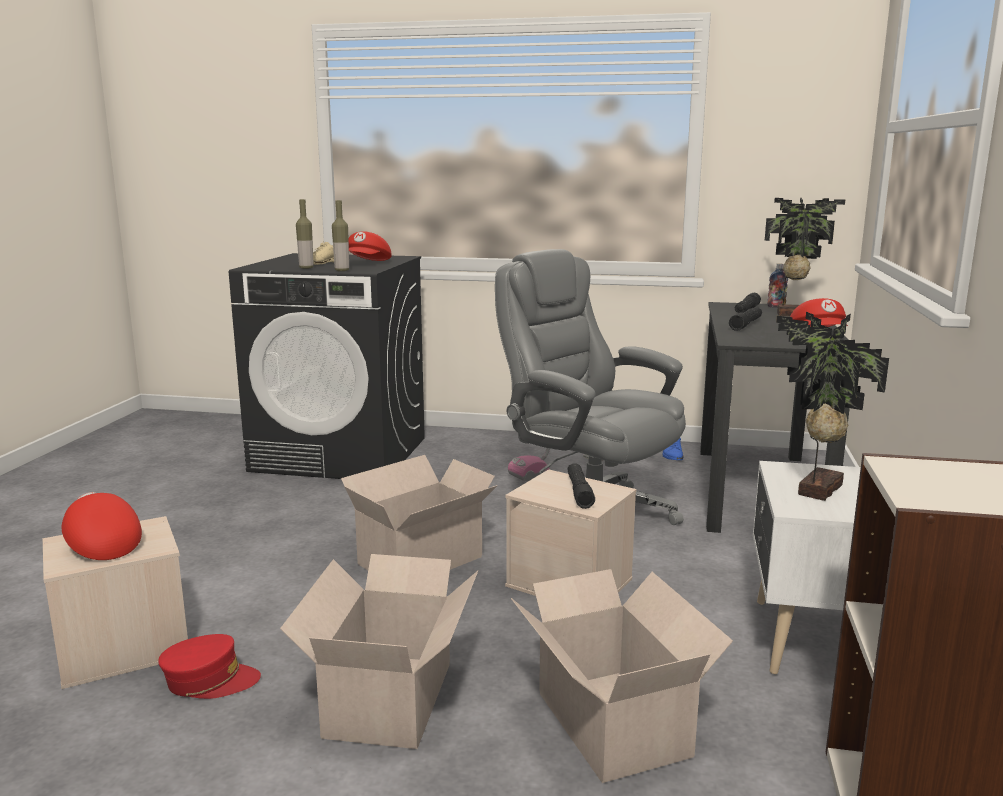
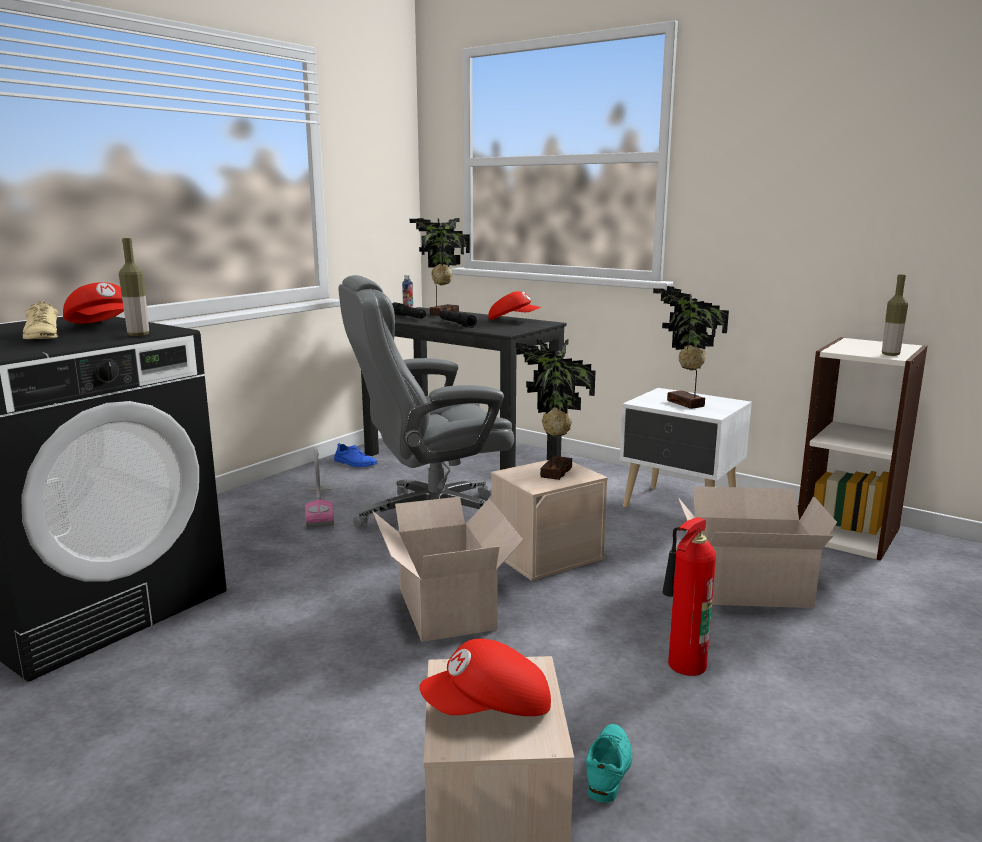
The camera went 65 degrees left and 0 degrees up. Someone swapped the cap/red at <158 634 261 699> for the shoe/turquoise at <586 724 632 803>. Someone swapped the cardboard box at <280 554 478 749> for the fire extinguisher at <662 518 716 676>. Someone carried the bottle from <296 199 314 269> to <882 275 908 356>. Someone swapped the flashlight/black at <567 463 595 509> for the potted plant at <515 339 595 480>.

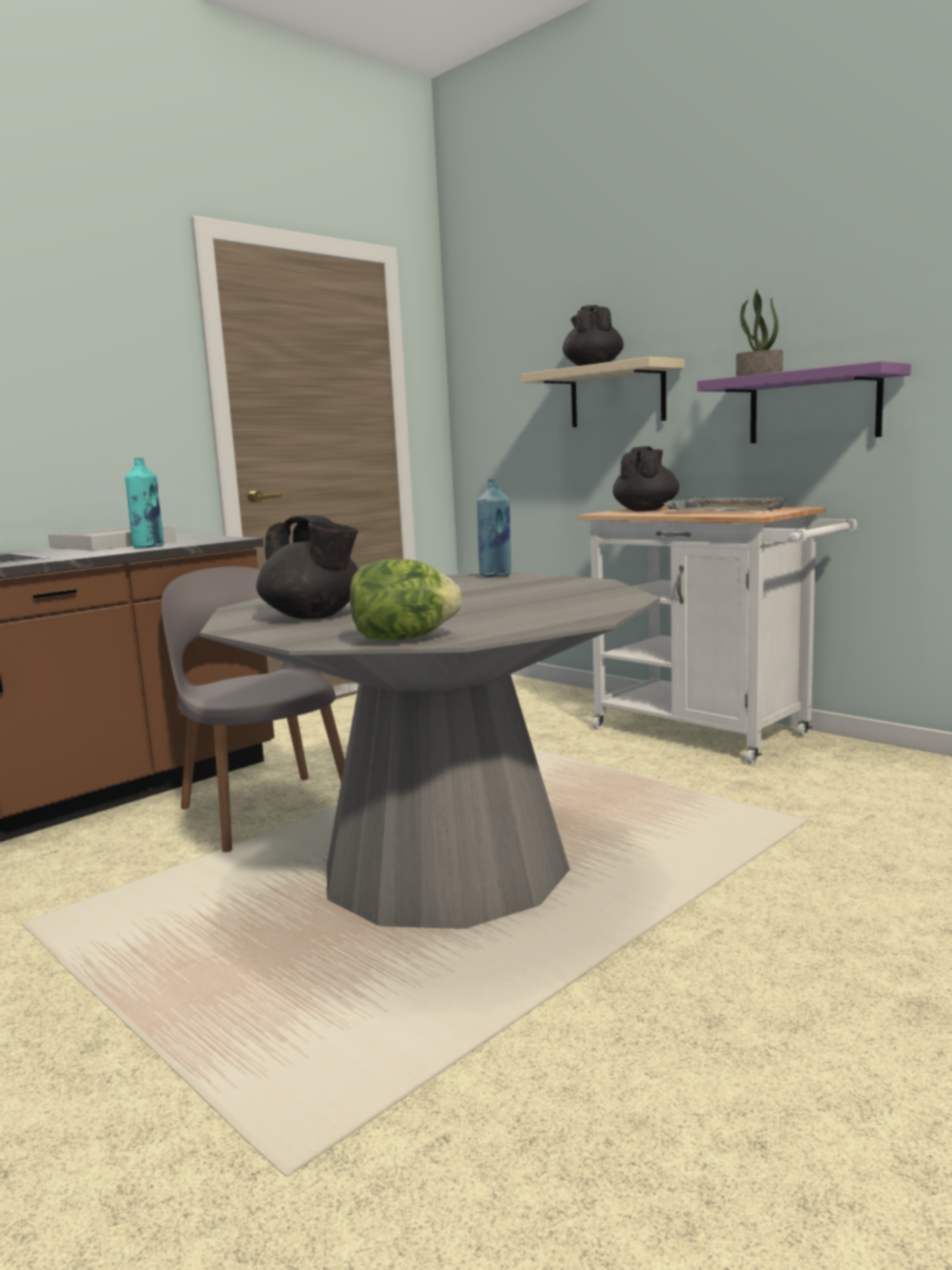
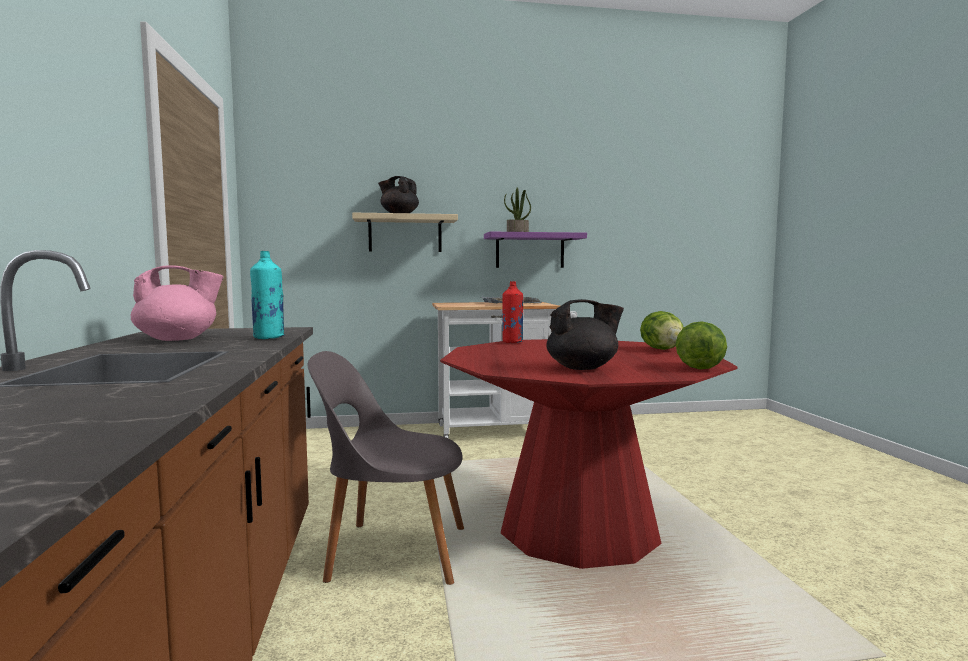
The camera went 55 degrees left and 5 degrees down. Someone swapped the tray/white at <48 526 176 551> for the teapot/pink at <131 265 223 341>. Someone repainted the dining table/grey at <200 573 660 929>, which became the dining table/red at <440 339 738 569>. Someone repainted the bottle/blue at <477 479 511 577>, which became the bottle/red at <502 281 523 343>. Someone took away the teapot/black at <613 446 679 511>. Someone put down the lettuce at <640 311 683 350>.

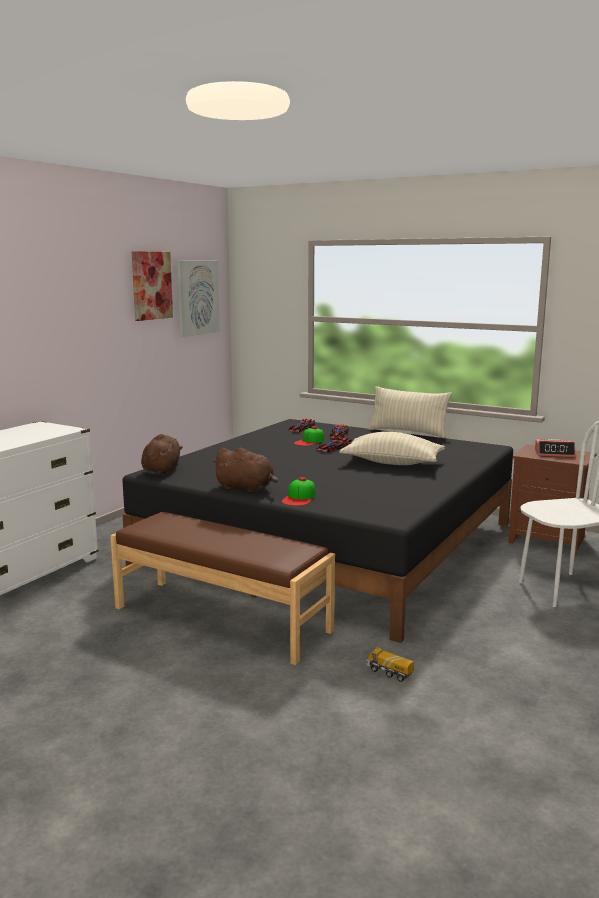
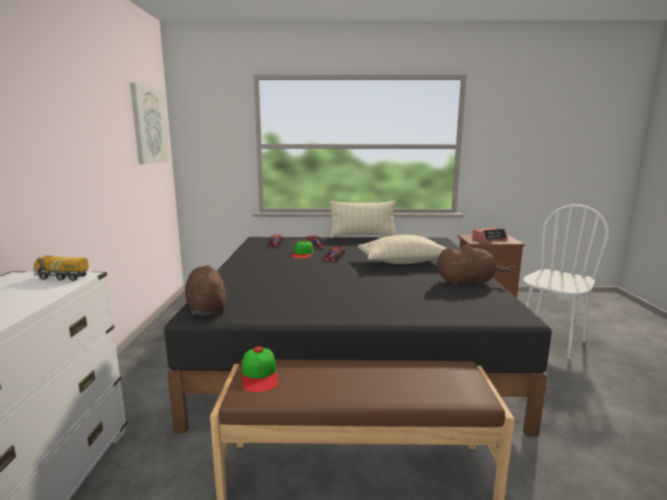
The camera went 30 degrees left and 0 degrees up. Someone took away the picture at <131 251 173 321>. Someone carried the plush toy/brown from <212 448 278 493> to <438 245 510 286>. Someone carried the cap from <282 477 316 506> to <242 347 279 393>. Someone carried the toy truck from <366 647 414 682> to <33 255 89 281>.

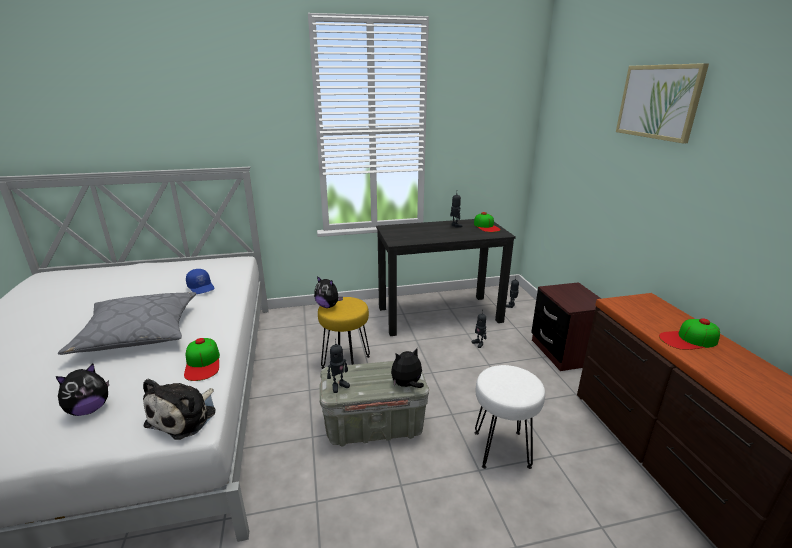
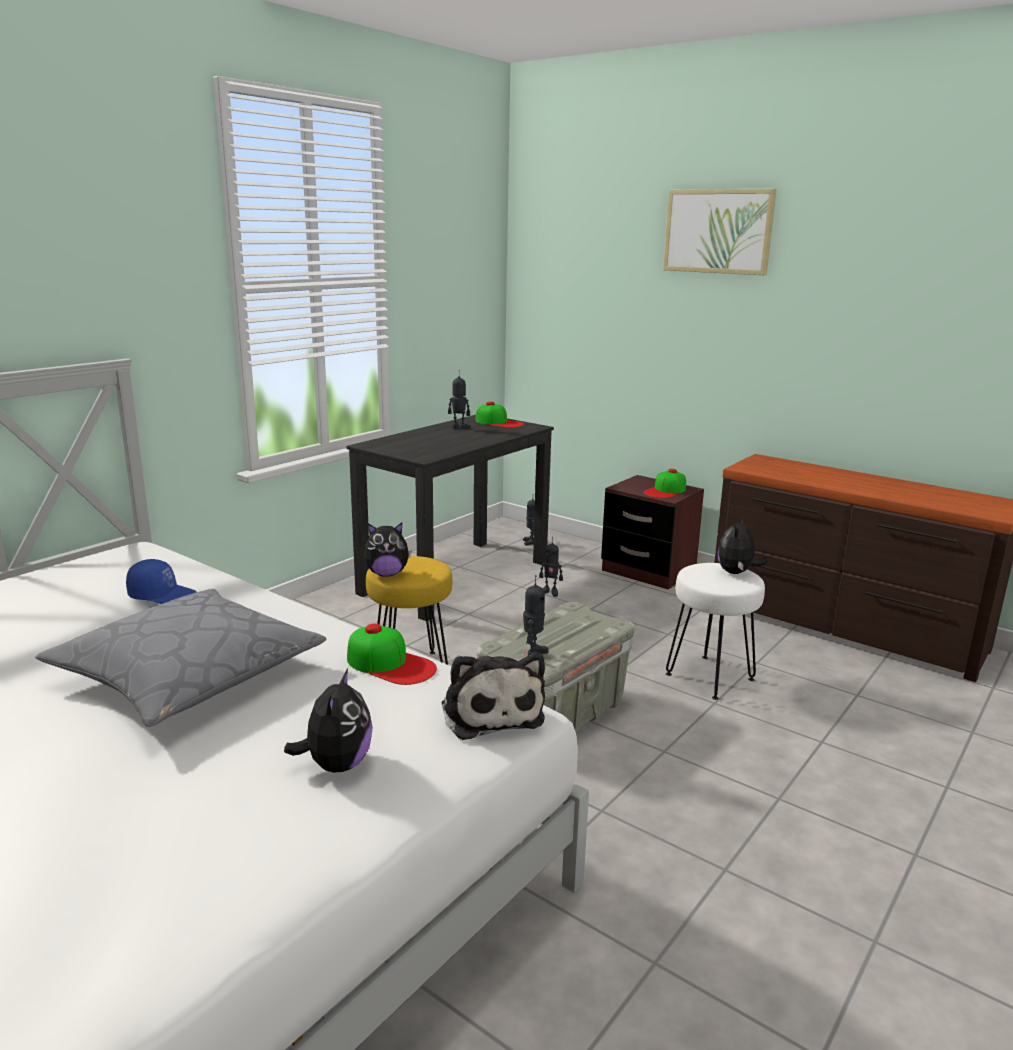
The camera went 40 degrees left and 5 degrees down. Someone carried the plush toy from <391 348 424 388> to <718 517 768 574>. Someone carried the cap from <659 318 720 350> to <643 469 686 498>.

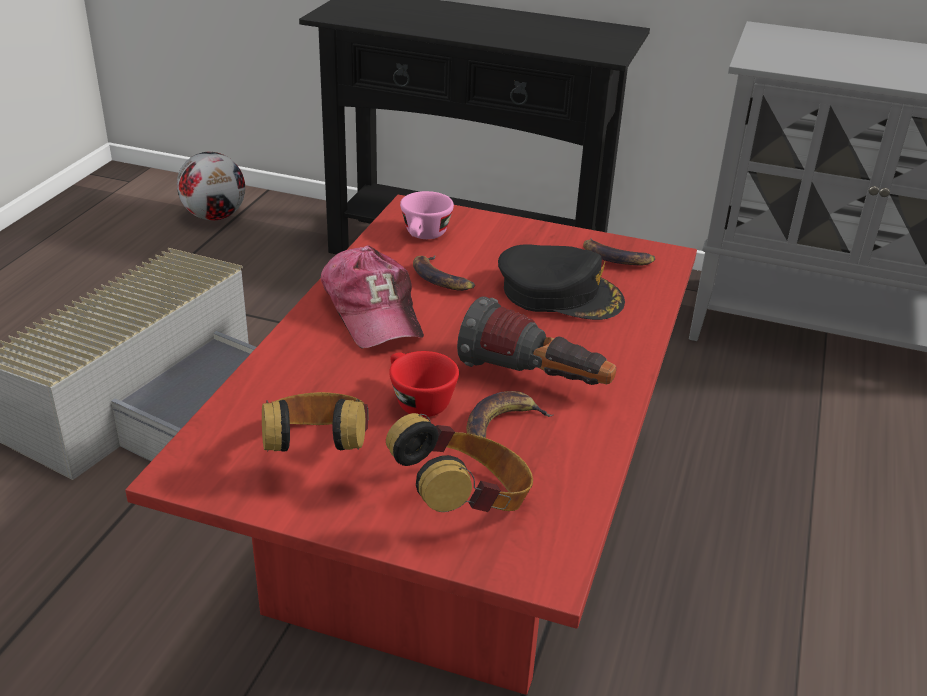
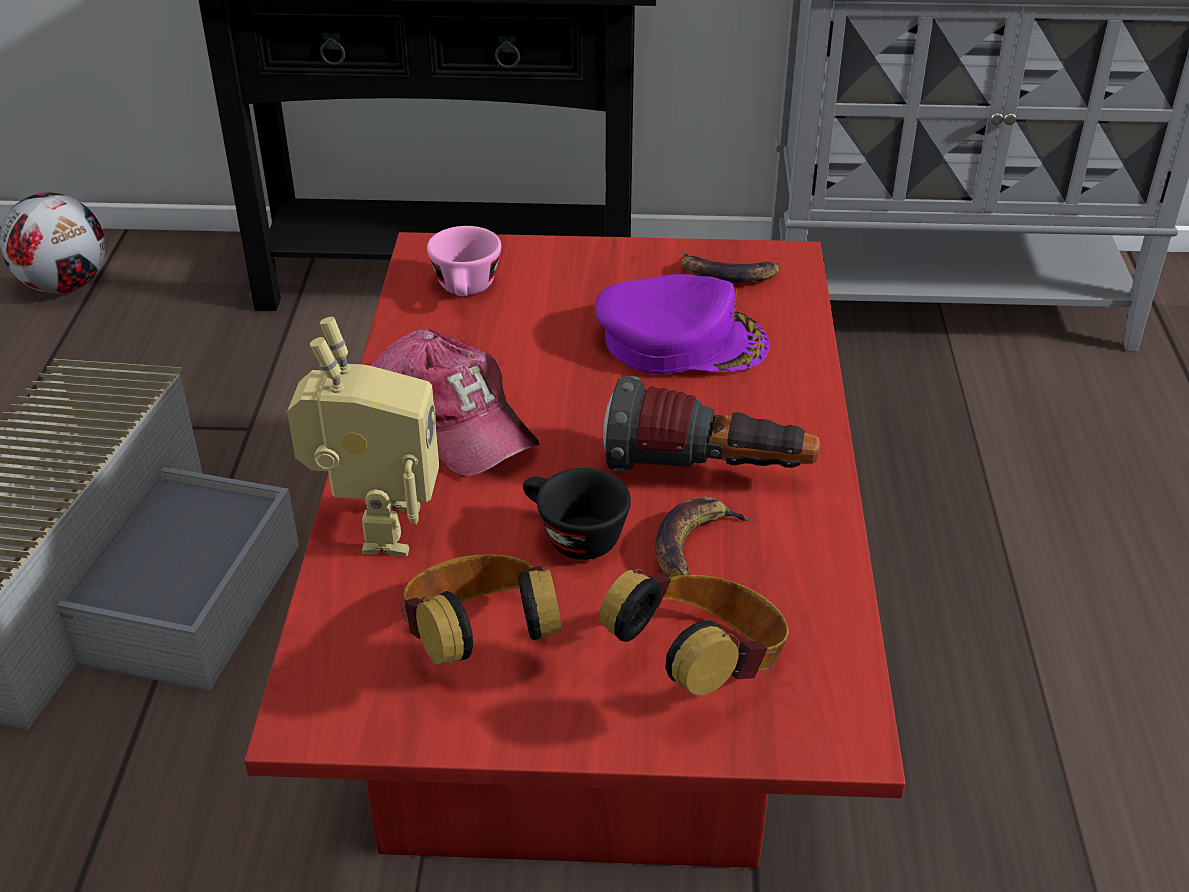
The camera went 15 degrees left and 5 degrees up. Someone repainted the cup/red at <389 351 459 417>, which became the cup/black at <523 468 631 560>. Someone took away the banana at <413 255 475 291>. Someone repainted the cap/black at <498 244 625 320>, which became the cap/purple at <595 274 770 374>. Someone put down the toy robot at <287 317 439 557>.

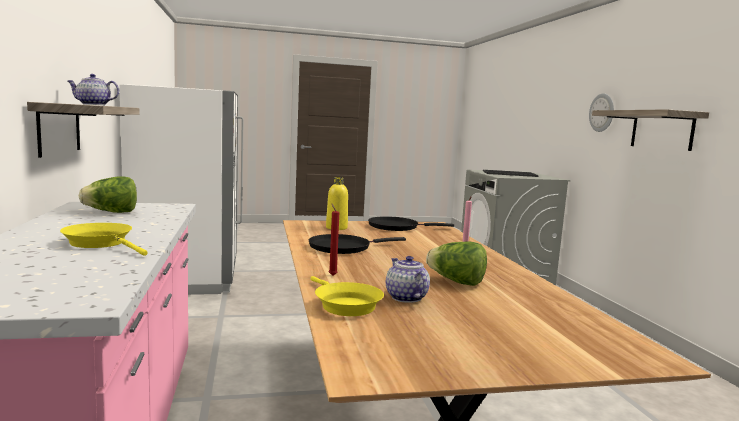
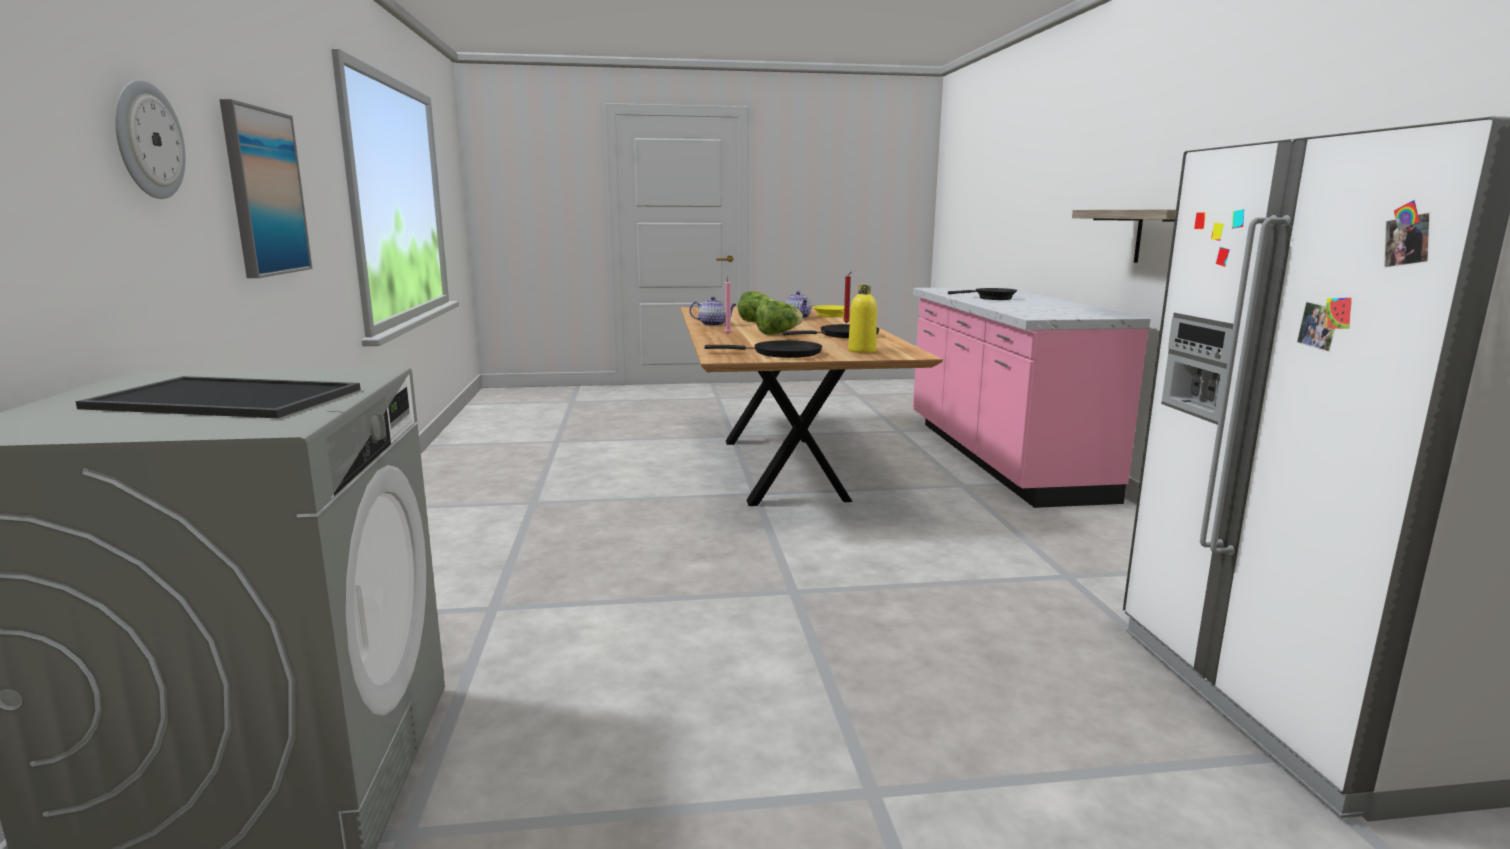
The camera went 175 degrees left and 5 degrees up. Someone repainted the frying pan/yellow at <60 223 148 256>, which became the frying pan/black at <948 288 1017 300>. Someone carried the teapot from <68 74 119 105> to <689 297 736 326>. Someone carried the lettuce from <79 176 137 213> to <756 301 803 335>. Someone swapped the shelf at <592 109 709 151> for the picture at <219 99 313 278>.

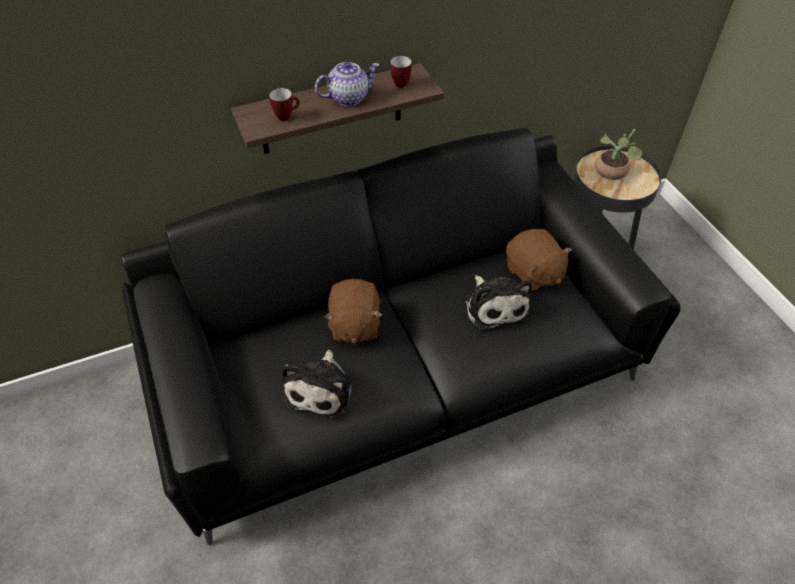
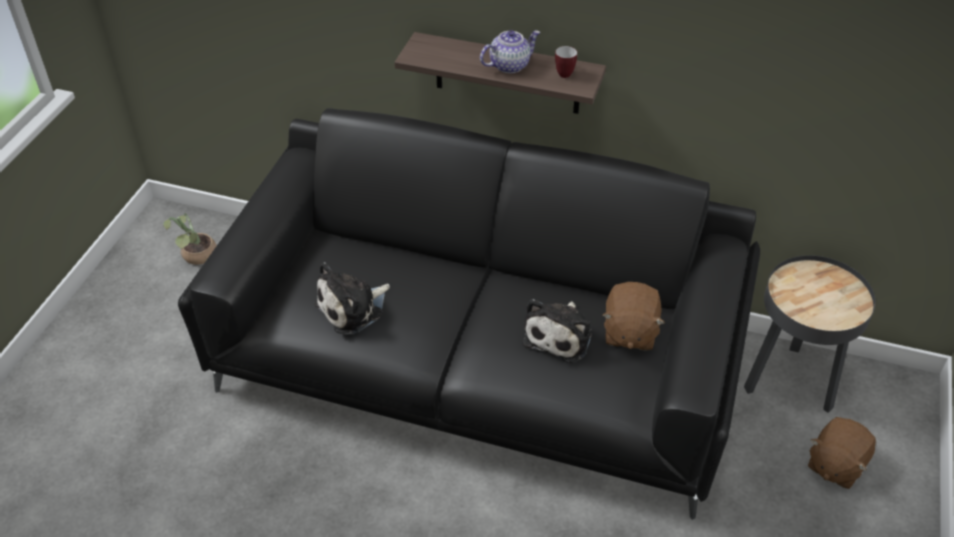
The camera went 40 degrees right and 5 degrees down. Someone took away the mug at <269 88 299 121>. Someone rotated the teapot at <315 62 380 106> by 45 degrees counterclockwise. Someone carried the plush toy/brown from <324 279 382 344> to <808 417 876 489>. Someone carried the potted plant from <595 129 642 180> to <163 213 216 265>.

